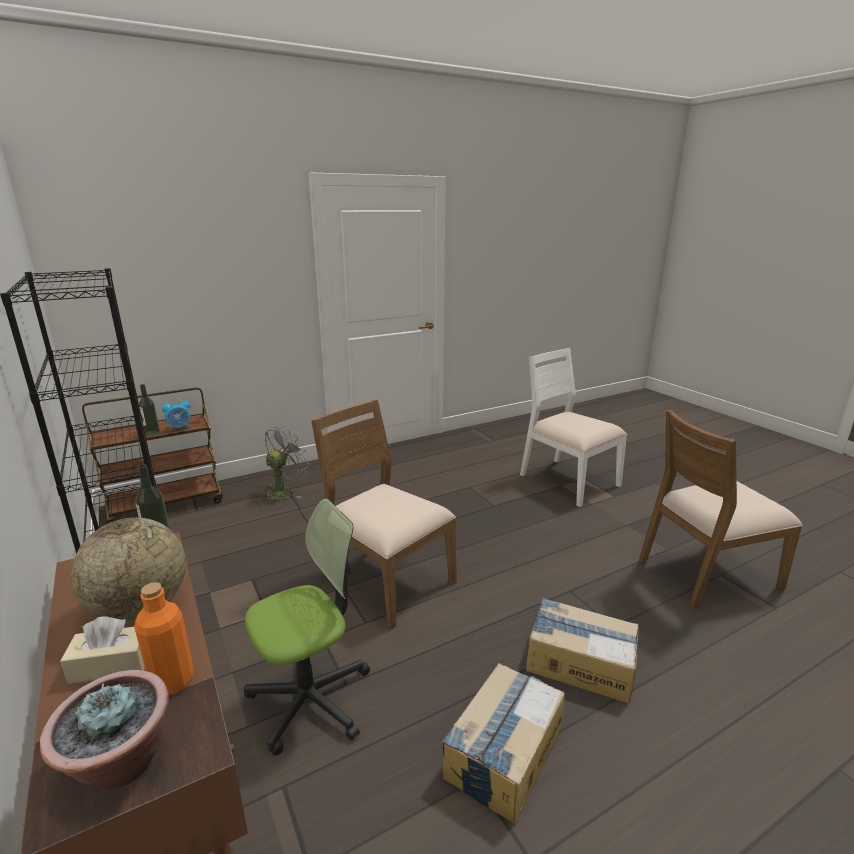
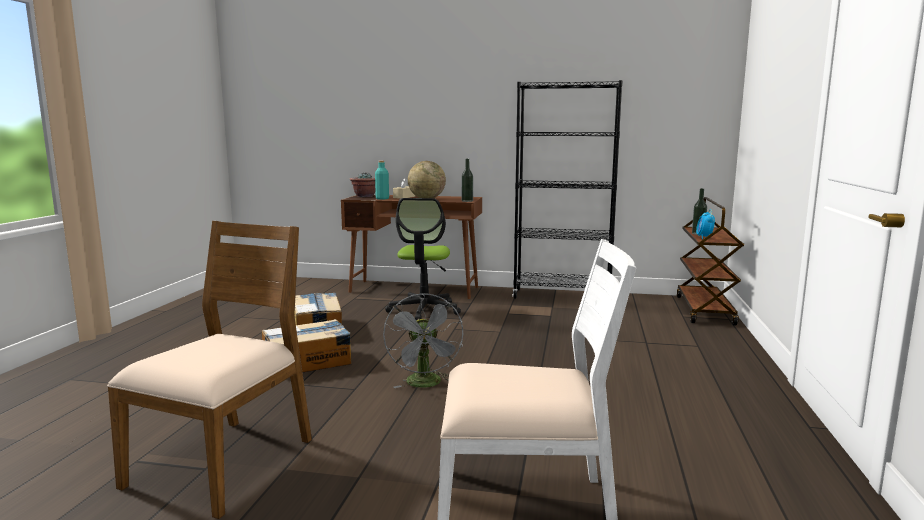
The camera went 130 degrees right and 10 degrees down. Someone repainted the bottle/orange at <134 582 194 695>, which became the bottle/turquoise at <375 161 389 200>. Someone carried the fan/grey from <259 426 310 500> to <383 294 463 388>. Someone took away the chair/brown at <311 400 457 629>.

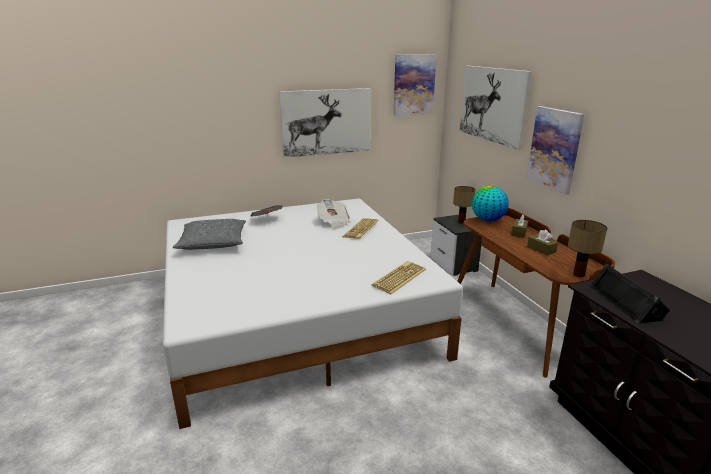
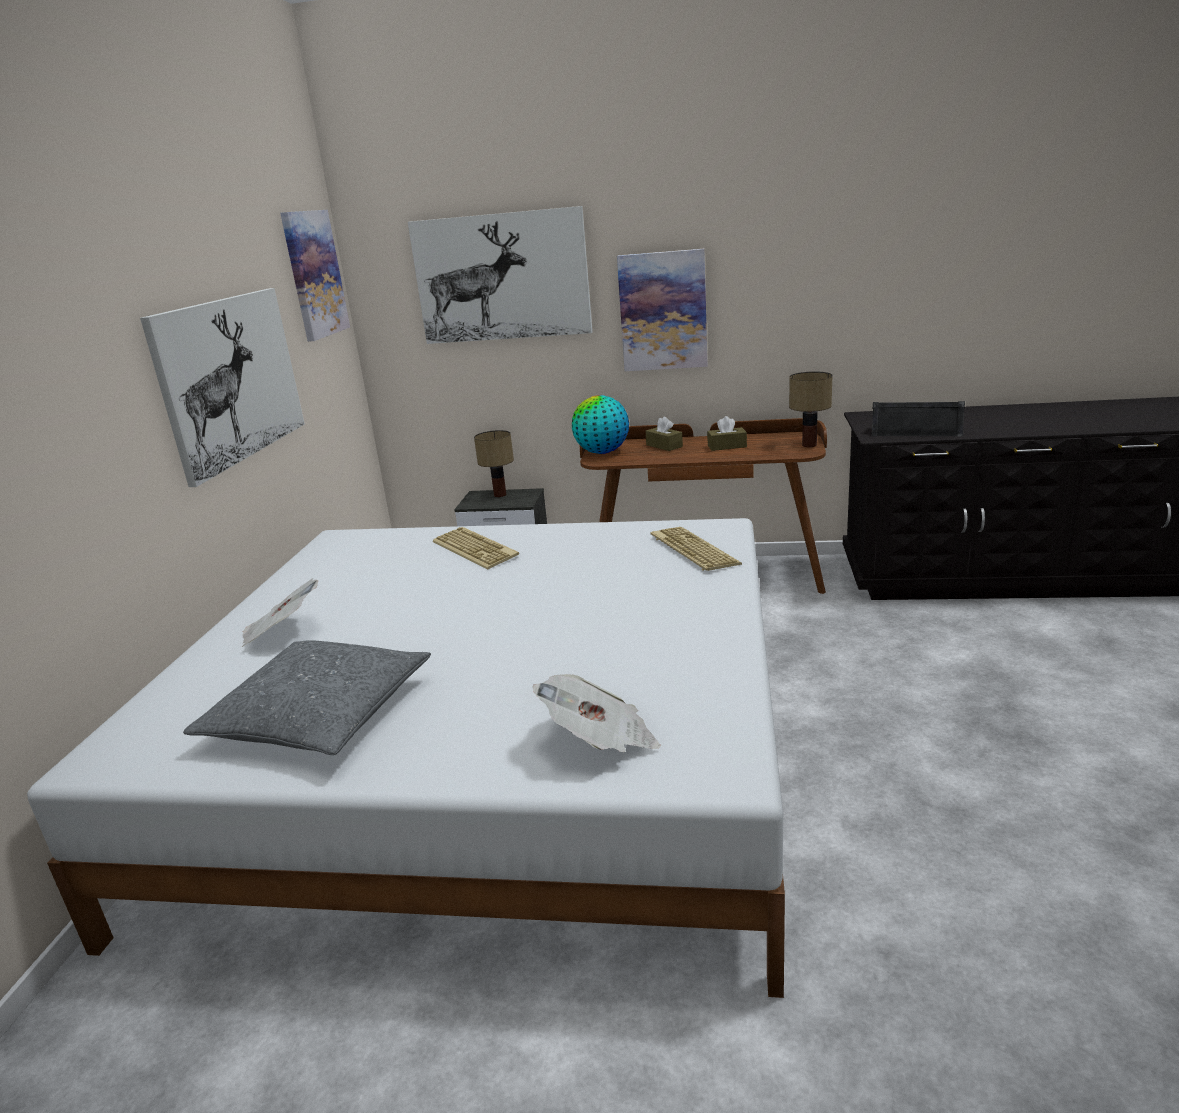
The camera went 60 degrees left and 0 degrees up. Someone carried the newspaper from <317 199 351 229> to <533 674 661 752>.

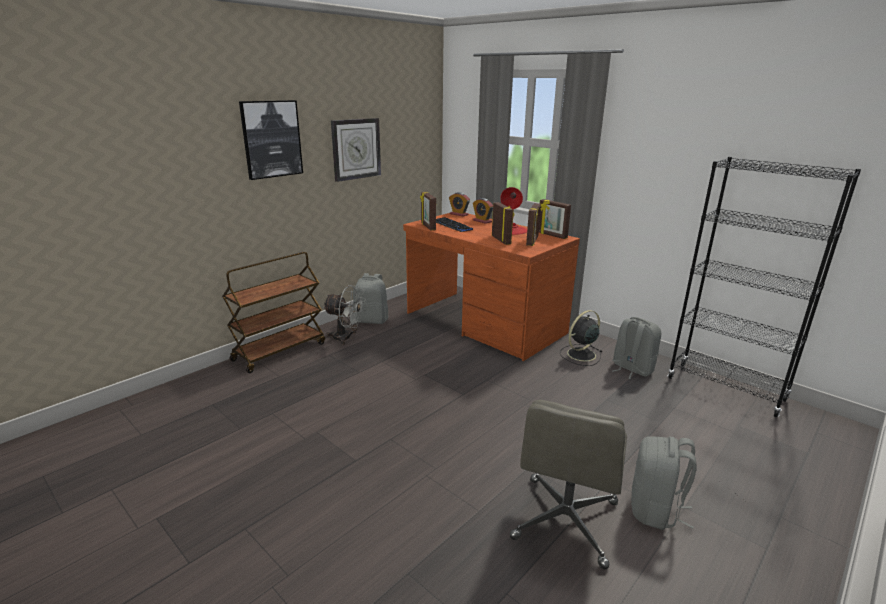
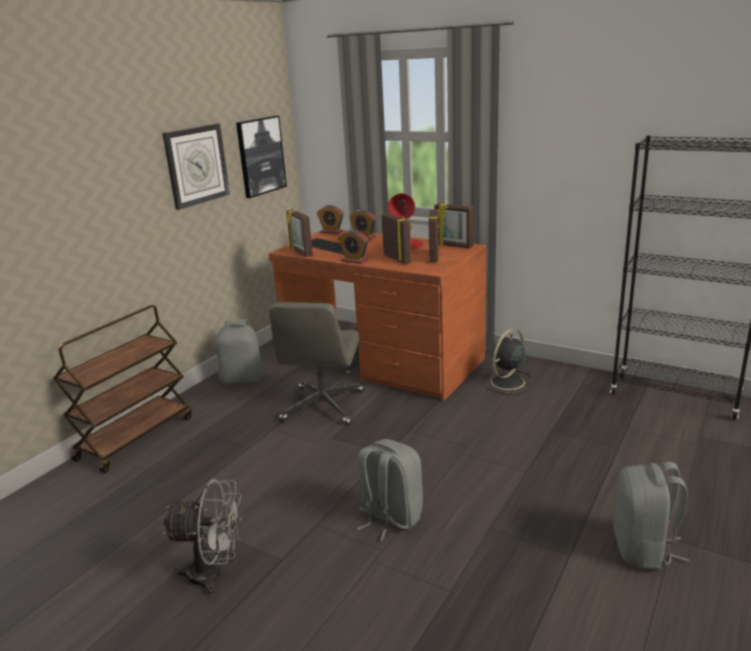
The camera went 10 degrees left and 0 degrees up. Someone carried the picture from <239 100 303 180> to <236 116 287 198>. Someone carried the fan/grey from <323 285 366 345> to <163 479 242 596>. Someone carried the office chair/grey from <510 400 627 569> to <269 302 364 425>. Someone carried the backpack/grey from <612 317 661 379> to <357 439 423 541>. Someone put down the alarm clock at <338 230 369 264>.

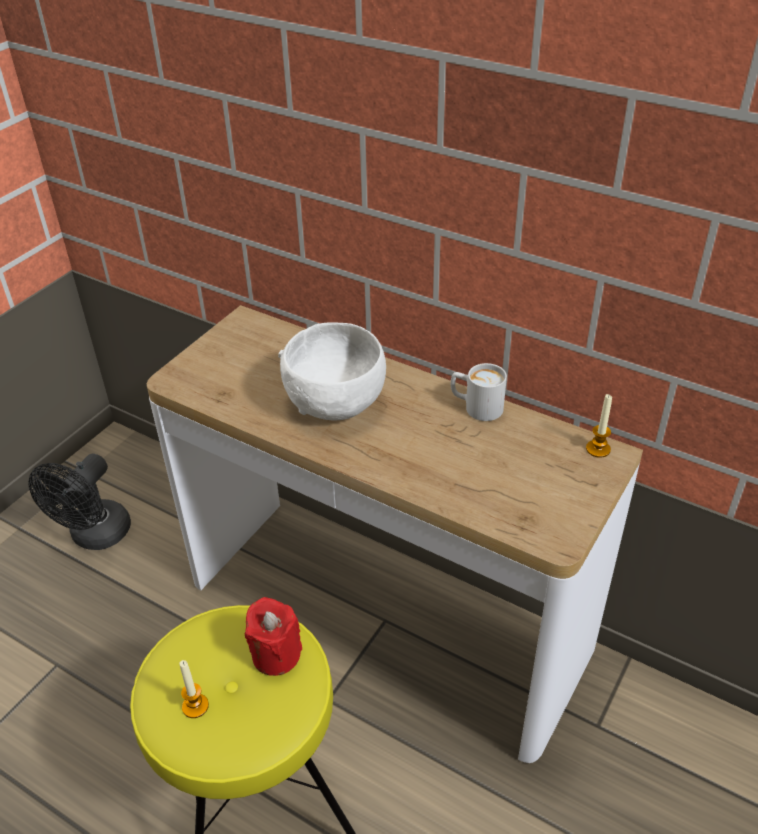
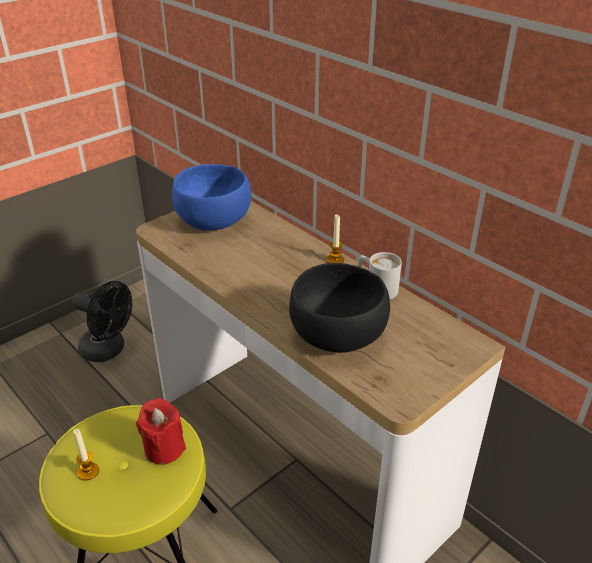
The camera went 15 degrees right and 5 degrees down. Someone rotated the fan/black at <28 454 131 550> by 105 degrees counterclockwise. Someone took away the bowl/white at <278 323 386 421>. Someone carried the candle from <586 394 612 458> to <326 214 344 263>. Someone put down the bowl/blue at <172 164 251 231>. Someone put down the bowl/black at <289 263 390 353>.

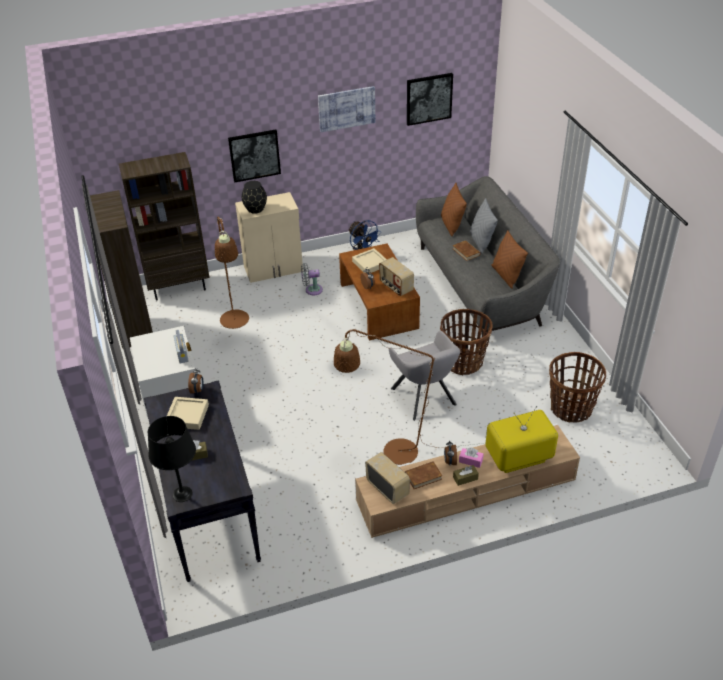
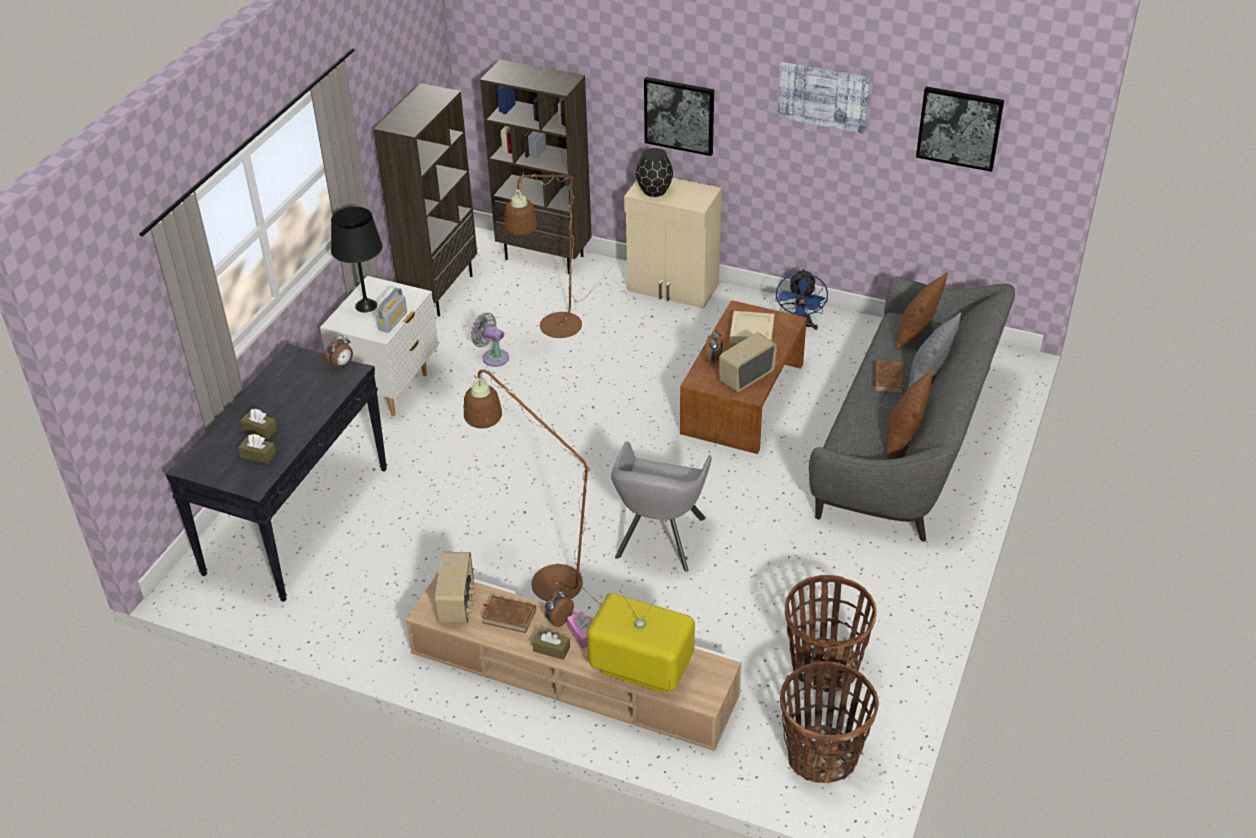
The camera went 40 degrees right and 0 degrees up. Someone carried the table lamp/black from <148 416 196 502> to <331 207 382 312>. Someone took away the tray/beige at <167 397 209 430>. Someone carried the fan/grey from <301 263 323 295> to <471 313 509 367>. Someone rotated the radio at <379 257 414 296> by 45 degrees clockwise. Someone carried the basket from <440 309 493 375> to <780 661 879 783>. Someone put down the tissue box/brown at <238 434 276 464>.

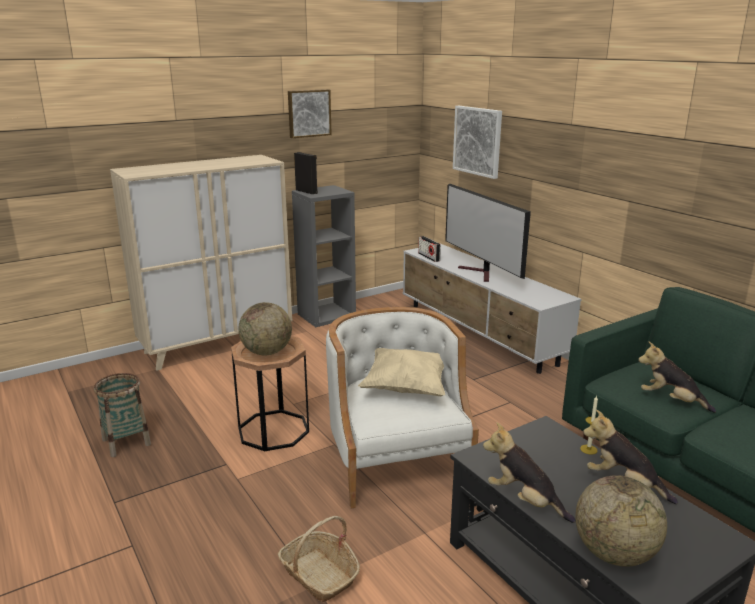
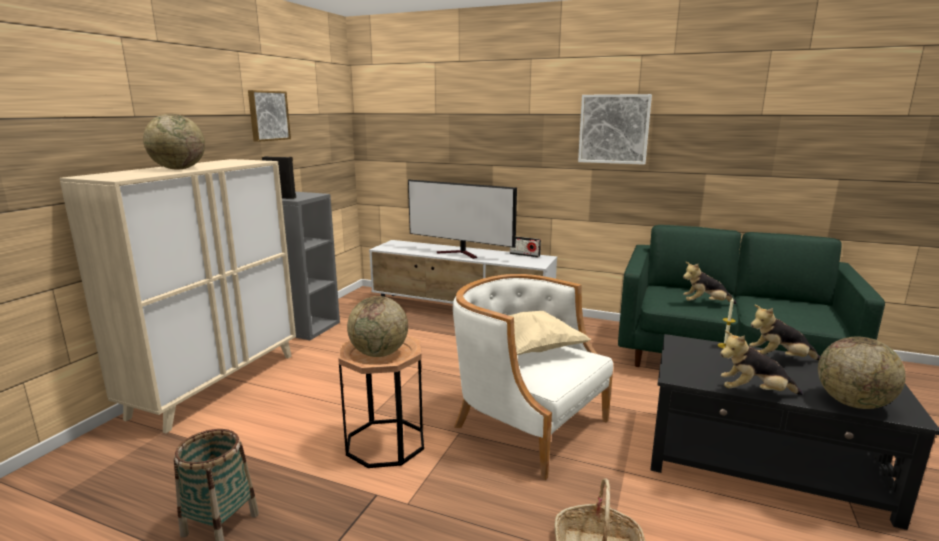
The camera went 35 degrees left and 5 degrees down. Someone carried the radio from <418 236 441 262> to <510 236 541 257>. Someone carried the picture from <453 106 502 179> to <578 94 652 165>. Someone put down the globe at <143 114 205 170>.

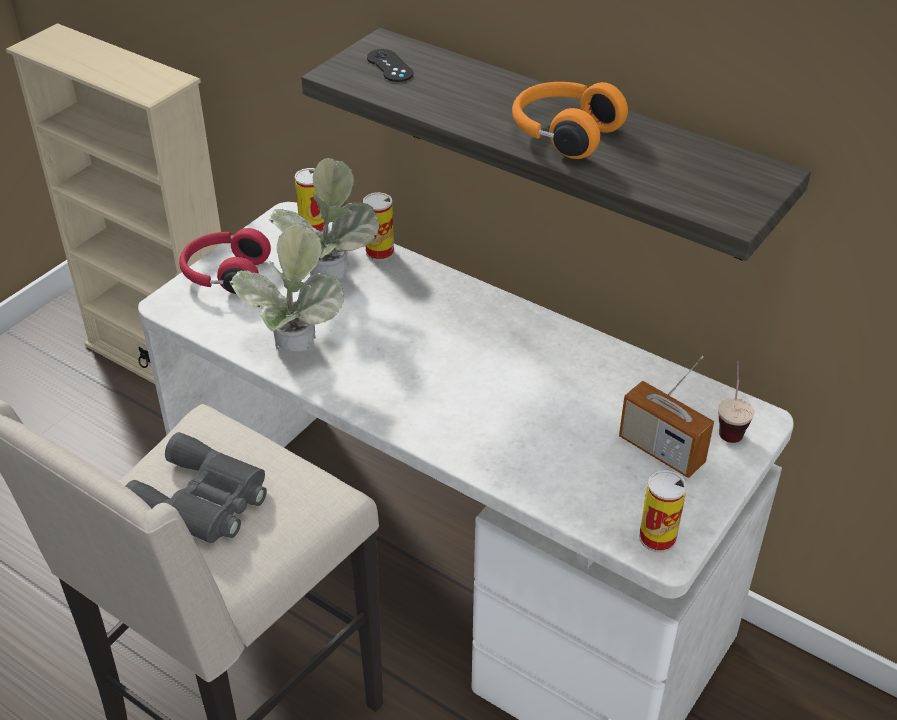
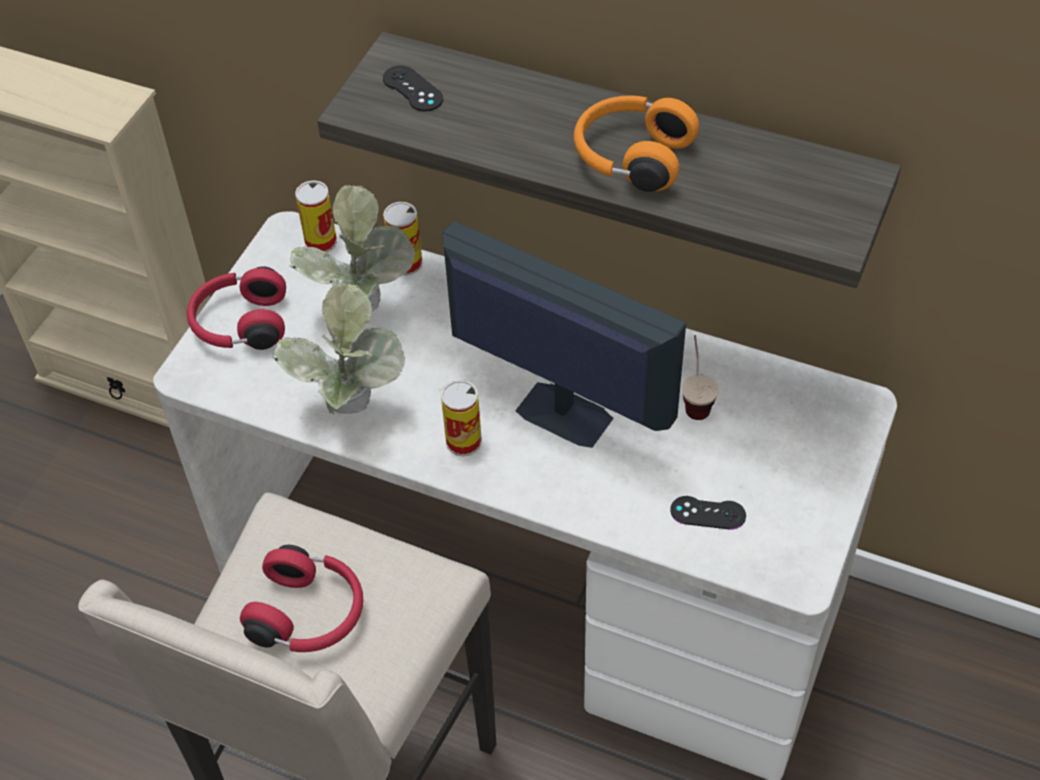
The camera went 10 degrees left and 10 degrees up. Someone swapped the binoculars/grey at <126 432 267 543> for the headphones/red at <240 545 363 652>. Someone took away the radio at <619 356 714 478>. Someone carried the can from <639 470 687 553> to <441 380 482 456>. Someone carried the cup from <718 361 754 443> to <682 335 719 420>. Someone put down the monitor at <442 221 686 448>. Someone put down the game controller/black at <670 496 746 529>.

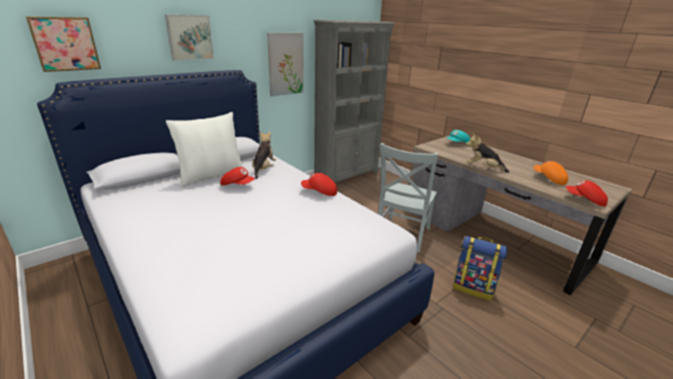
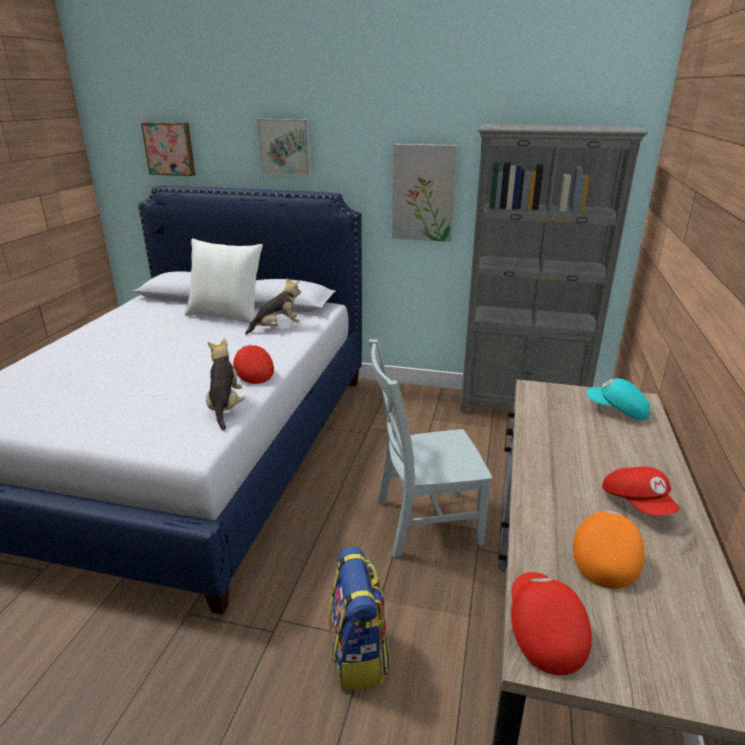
The camera went 55 degrees right and 0 degrees up. Someone carried the cap/red from <220 167 255 185> to <602 467 679 515>. Someone carried the plush toy from <466 133 509 173> to <206 339 245 431>.

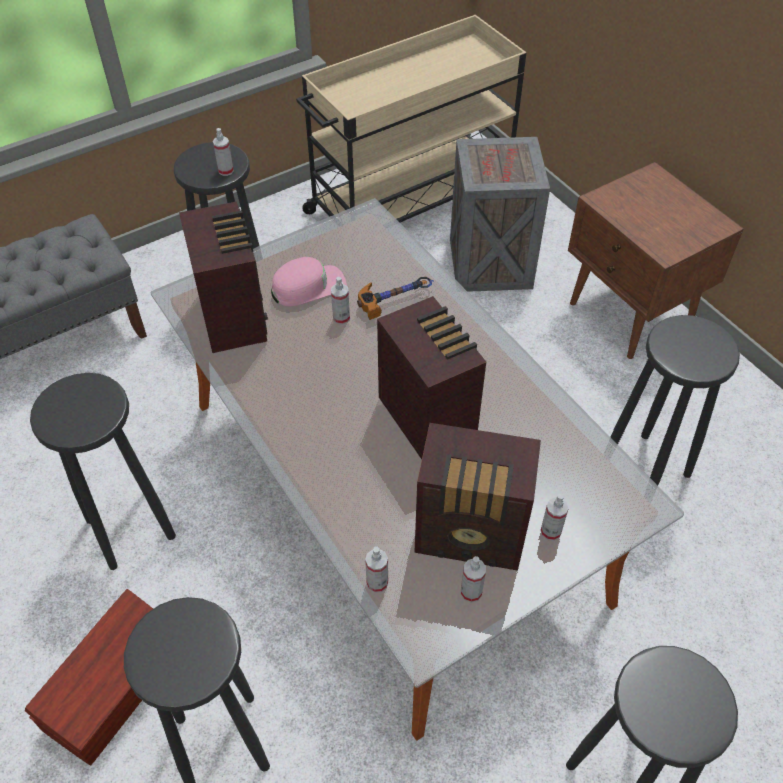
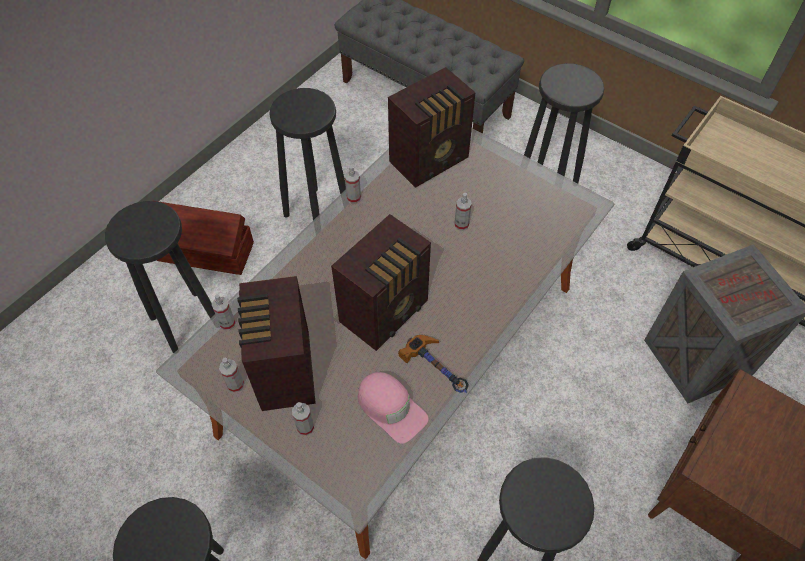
The camera went 70 degrees right and 5 degrees up. Someone carried the spray bottle from <213 128 234 176> to <345 165 361 203>. Someone carried the cap/pink from <271 257 347 306> to <358 372 429 444>. Someone carried the hammer from <357 277 434 320> to <398 335 469 393>.

